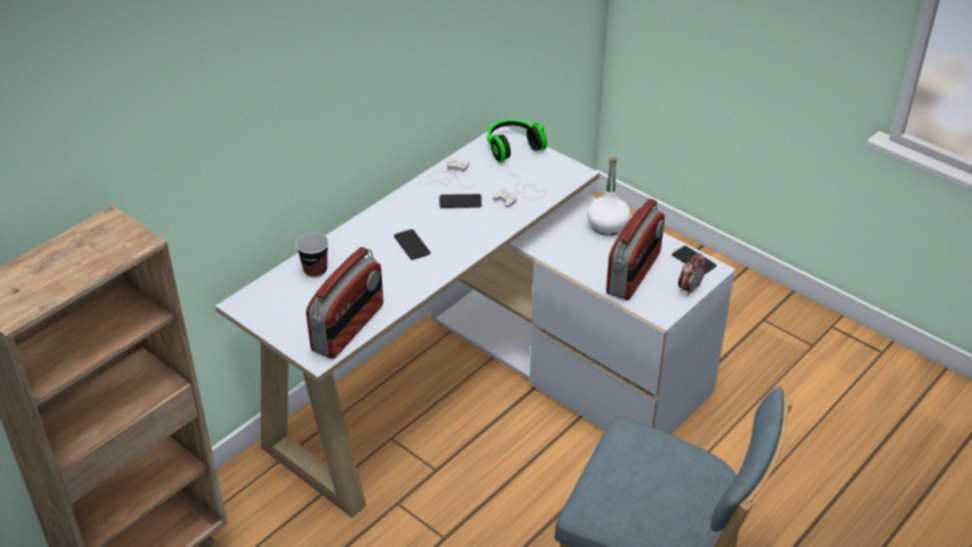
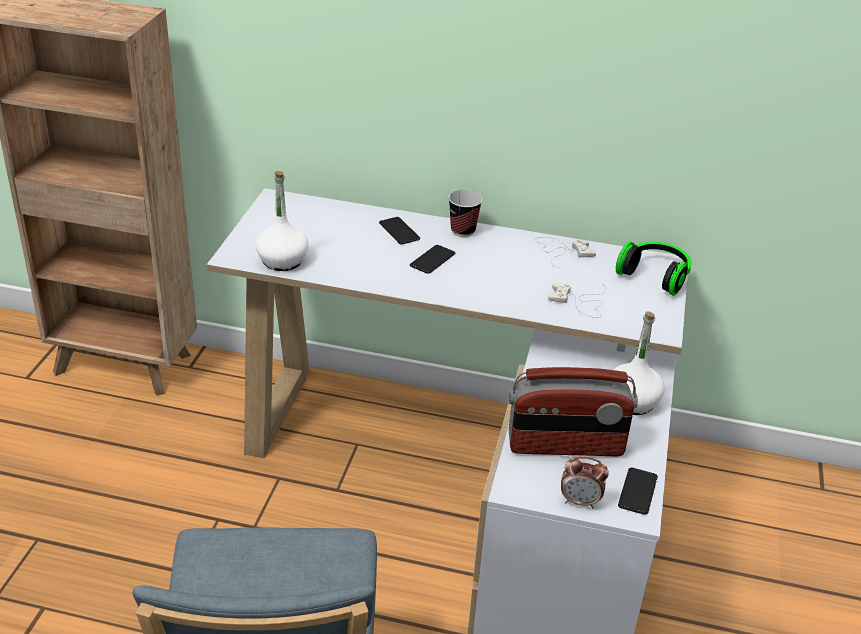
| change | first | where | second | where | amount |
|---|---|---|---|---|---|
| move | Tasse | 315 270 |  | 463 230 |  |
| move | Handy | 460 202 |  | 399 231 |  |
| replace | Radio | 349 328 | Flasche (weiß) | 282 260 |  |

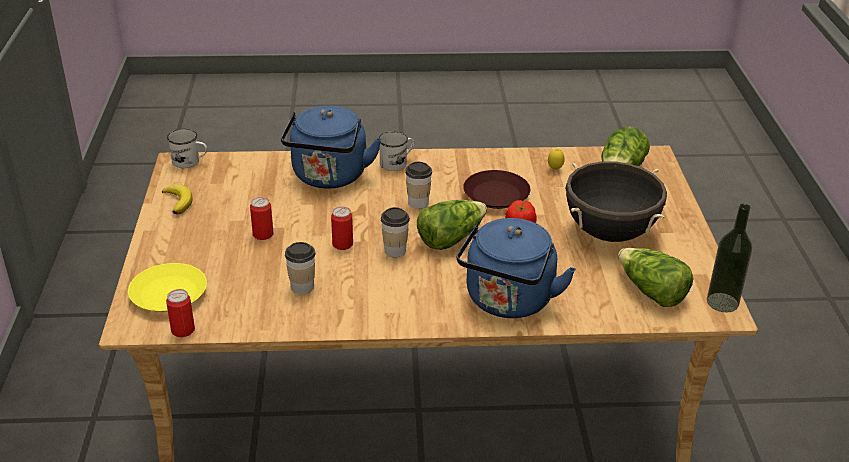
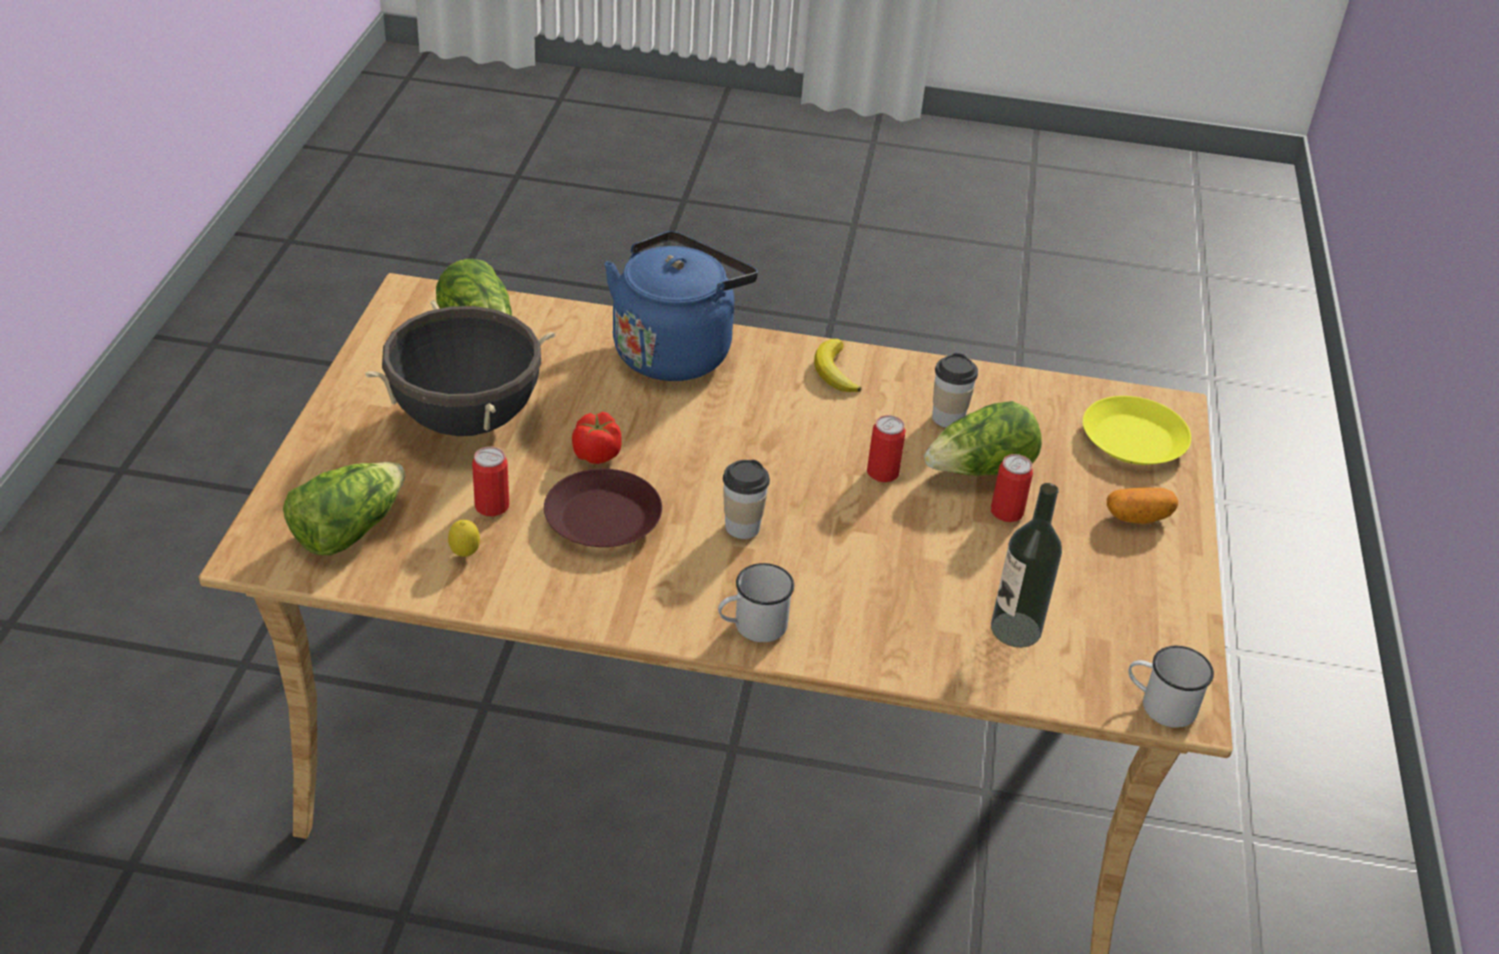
| change | first | where | second | where | amount |
|---|---|---|---|---|---|
| delete | Wasserkessel (blau) | 329 177 |  |  |  |
| delete | Tasse | 395 251 |  |  |  |
| insert |  |  | Kartoffel | 1138 517 |  |
| move | Banane | 179 201 |  | 834 371 |  |
| move | Dose | 183 330 |  | 492 506 |  |
| move | Salatkopf | 450 238 |  | 980 470 |  |
| move | Flasche | 722 302 |  | 1015 629 |  |

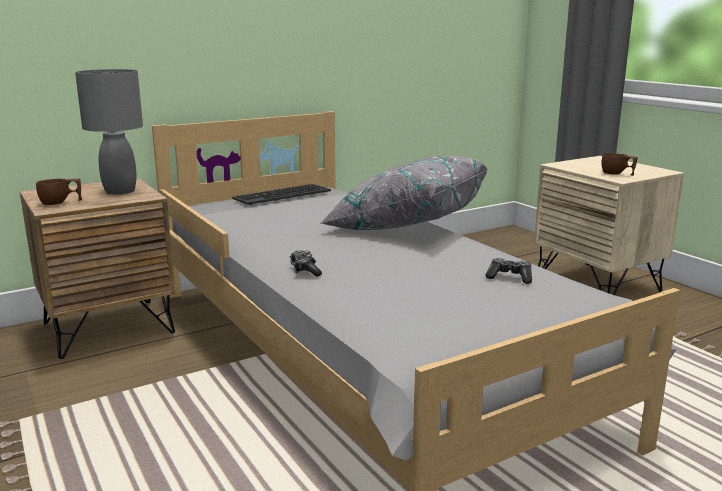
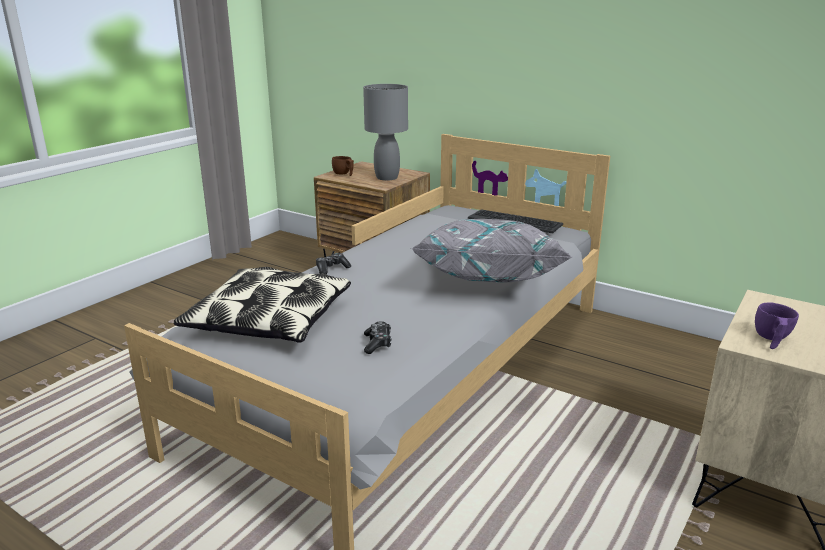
| change | first | where | second | where | amount |
|---|---|---|---|---|---|
| insert |  |  | Kissen | 269 320 |  |
| recolor | Tasse (braun) | 617 174 | Tasse (lila) | 771 340 |  |

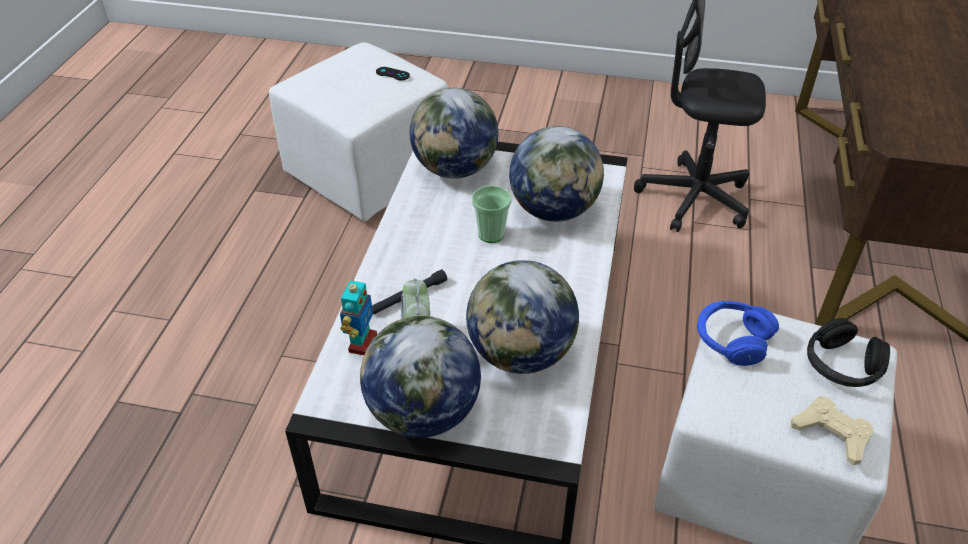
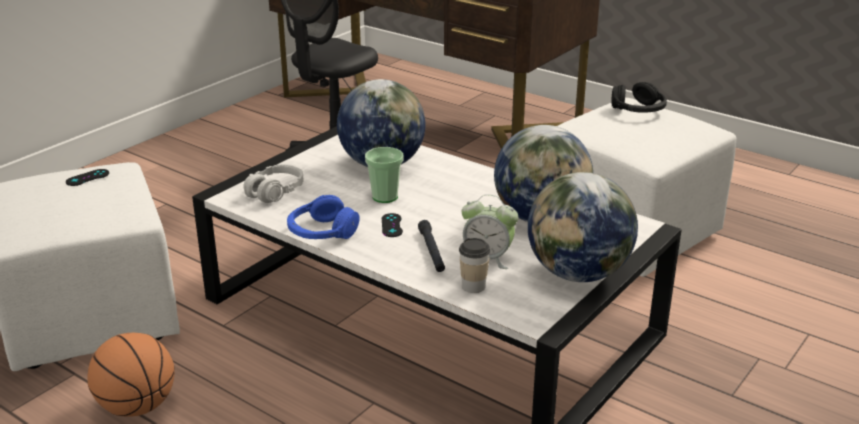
| change | first | where | second | where | amount |
|---|---|---|---|---|---|
| delete | Gamepad (beige) | 832 433 |  |  |  |
| insert |  |  | Basketball | 137 407 |  |
| insert |  |  | Gamepad (schwarz) | 392 225 |  |
| move | Kopfhörer (blau) | 732 339 |  | 321 232 |  |
| replace | Spielzeugroboter | 362 343 | Tasse | 473 286 |  |
| replace | Globus | 455 169 | Kopfhörer (grau) | 275 192 |  |

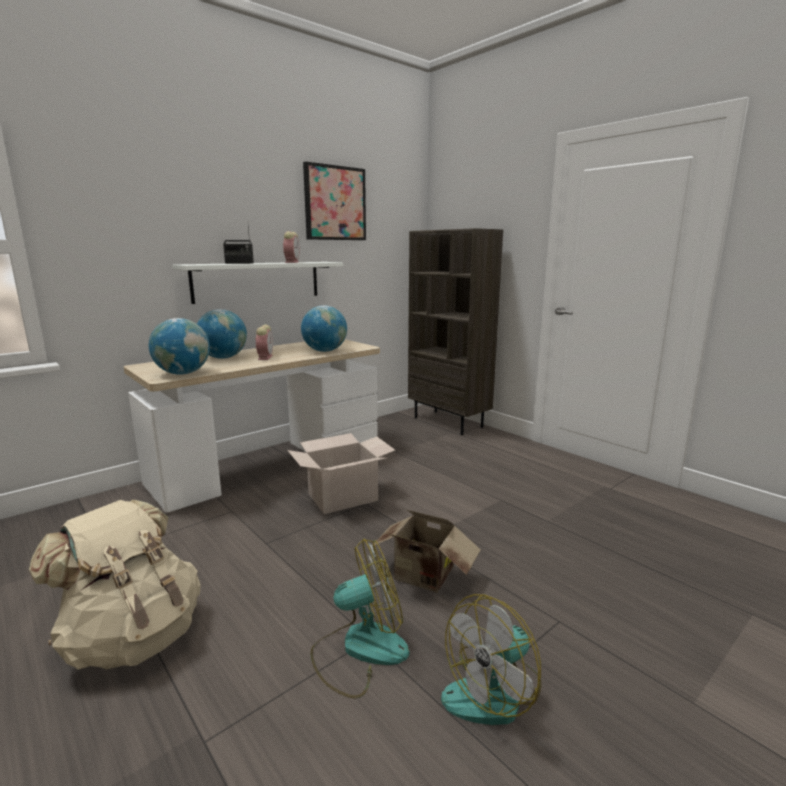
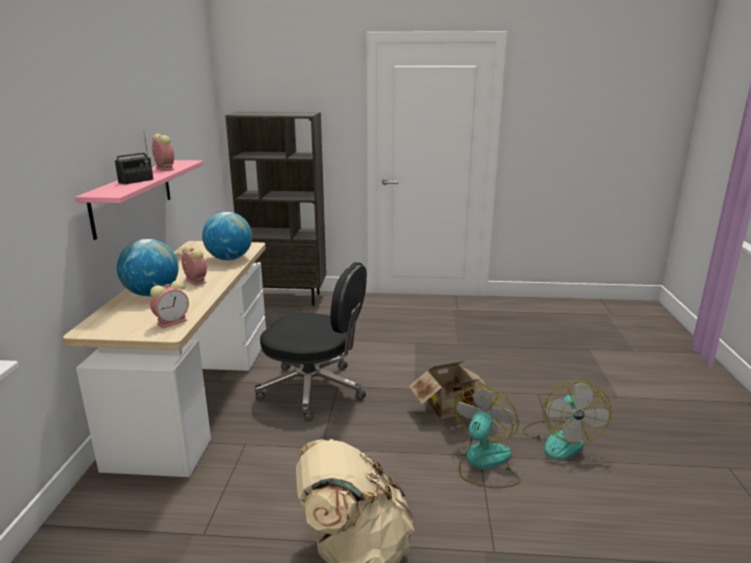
| change | first | where | second | where | amount |
|---|---|---|---|---|---|
| delete | Bild | 335 203 |  |  |  |
| replace | Globus | 183 373 | Wecker | 173 321 |  |
| replace | Karton | 343 498 | Bürostuhl (schwarz) | 314 390 |  |
| recolor | Wandregal (weiß) | 258 281 | Wandregal (rosa) | 133 196 |  |

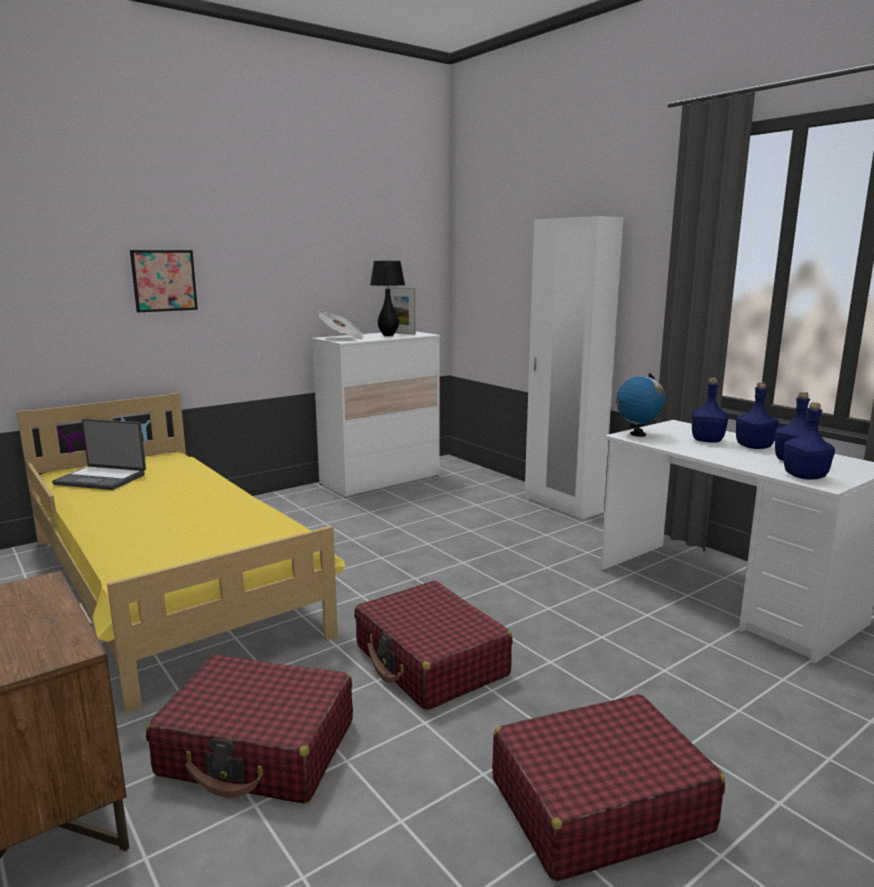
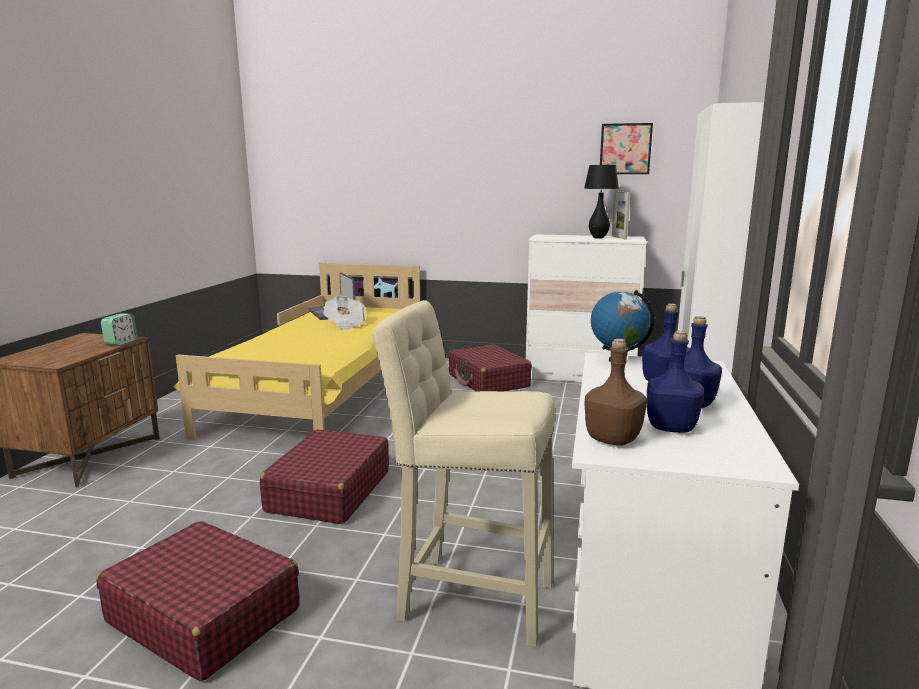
| change | first | where | second | where | amount |
|---|---|---|---|---|---|
| insert |  |  | Wecker | 121 342 |  |
| insert |  |  | Hocker (beige) | 469 597 |  |
| move | Bild | 164 280 |  | 625 149 |  |
| move | Koffer (rot) | 258 748 |  | 488 381 |  |
| move | Zeitung | 342 338 |  | 345 324 |  |
| recolor | Flasche (blau) | 804 476 | Flasche (braun) | 613 439 |  |

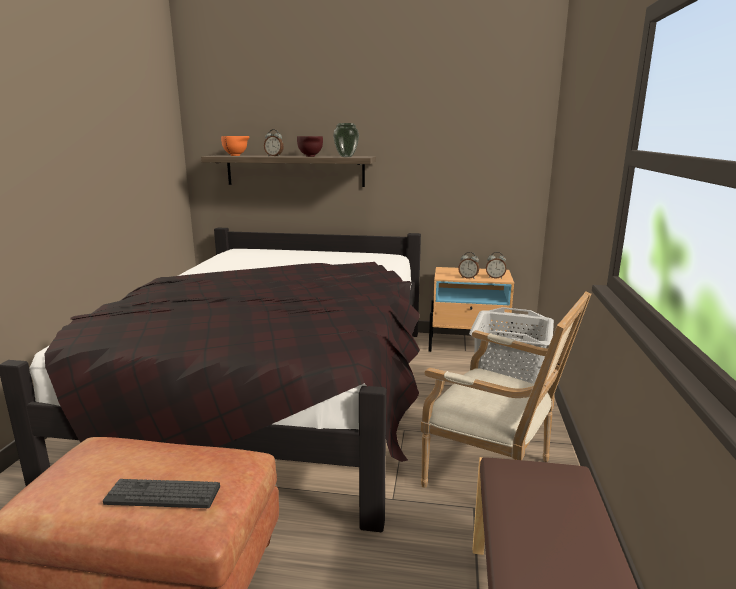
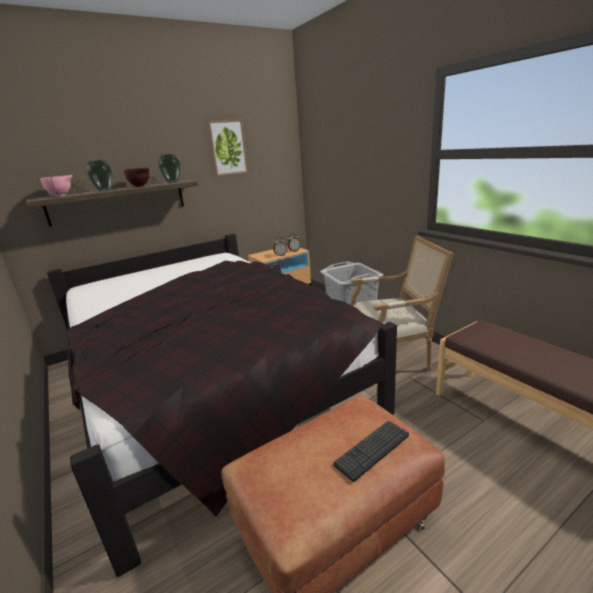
| change | first | where | second | where | amount |
|---|---|---|---|---|---|
| insert |  |  | Bild | 228 148 |  |
| replace | Wecker | 274 156 | Vase | 105 190 |  |
| recolor | Schüssel (orange) | 236 155 | Schüssel (rosa) | 62 196 |  |

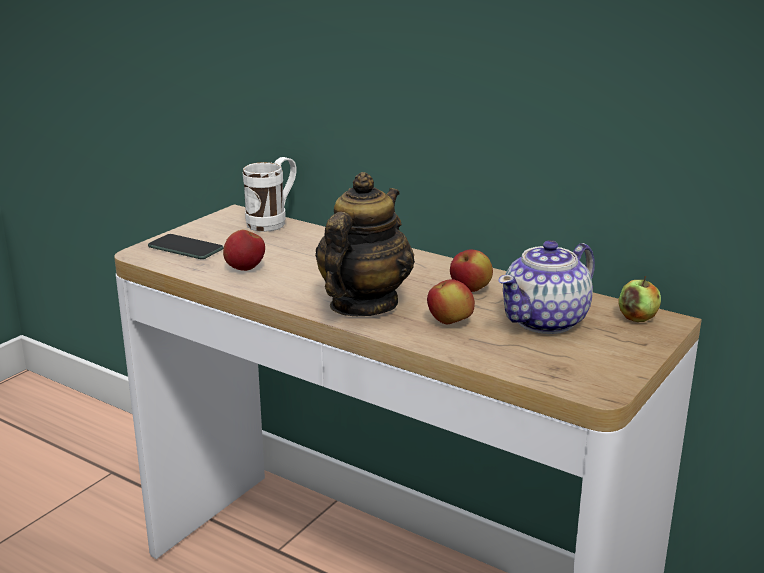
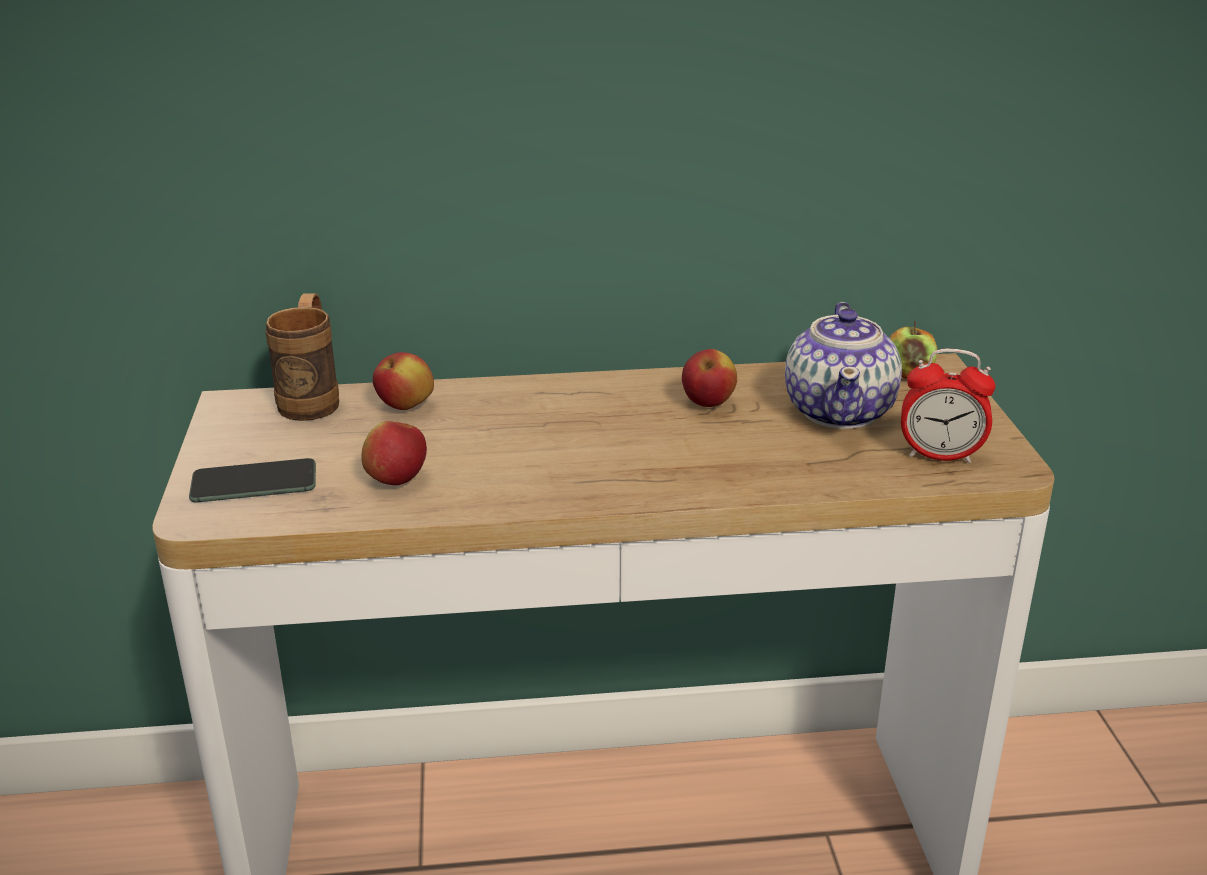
| change | first | where | second | where | amount |
|---|---|---|---|---|---|
| delete | Teekanne | 363 305 |  |  |  |
| insert |  |  | Wecker | 940 456 |  |
| move | Apfel | 450 322 |  | 405 407 |  |
| recolor | Henkelbecher (weiß) | 273 222 | Henkelbecher (braun) | 313 399 |  |

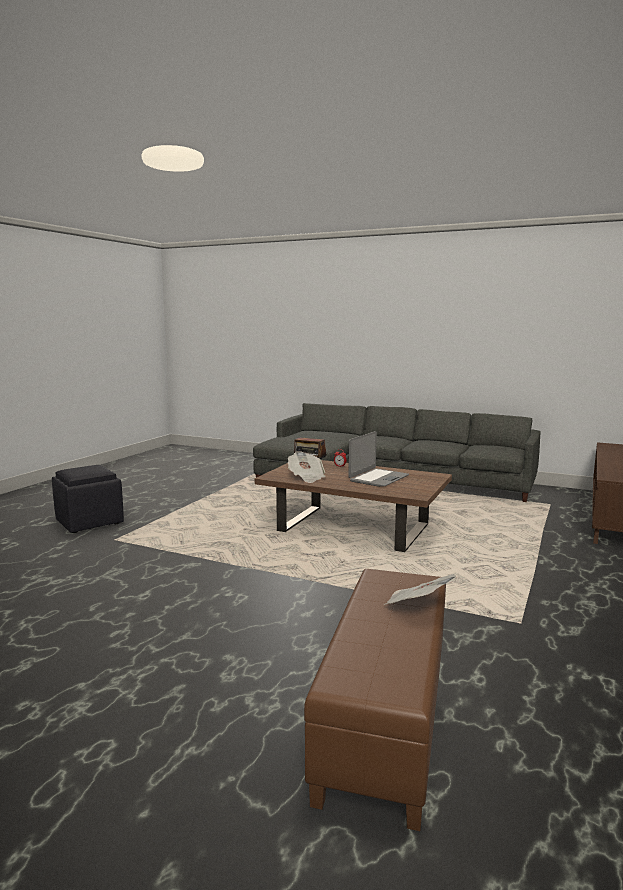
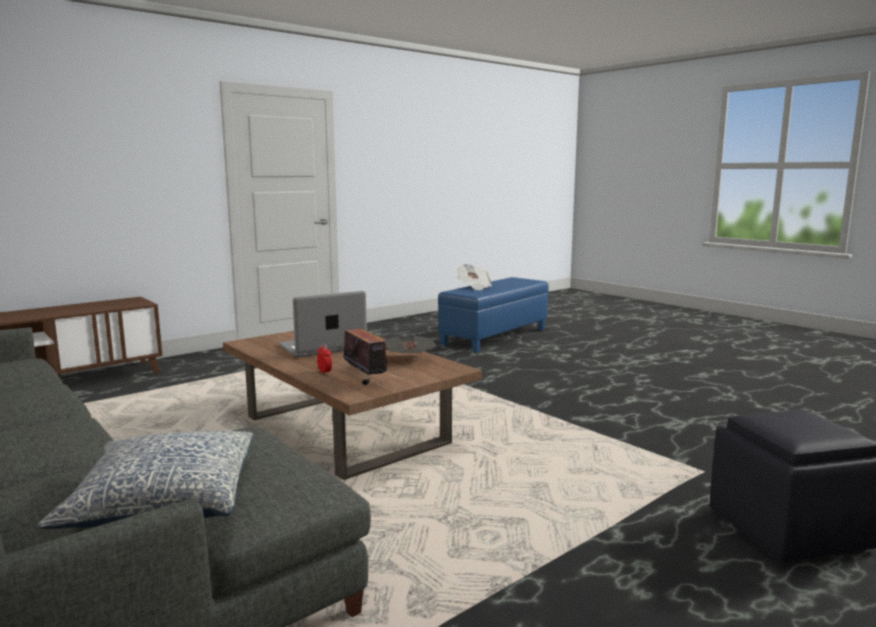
| change | first | where | second | where | amount |
|---|---|---|---|---|---|
| insert |  |  | Kissen | 165 501 |  |
| recolor | Polsterhocker (braun) | 384 720 | Polsterhocker (blau) | 495 337 |  |

